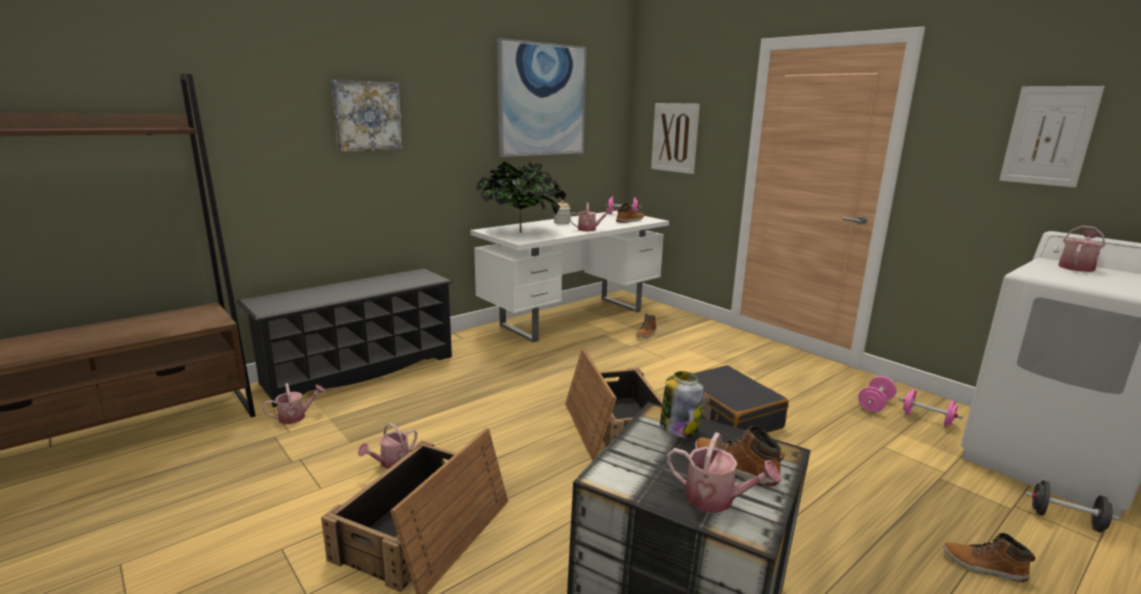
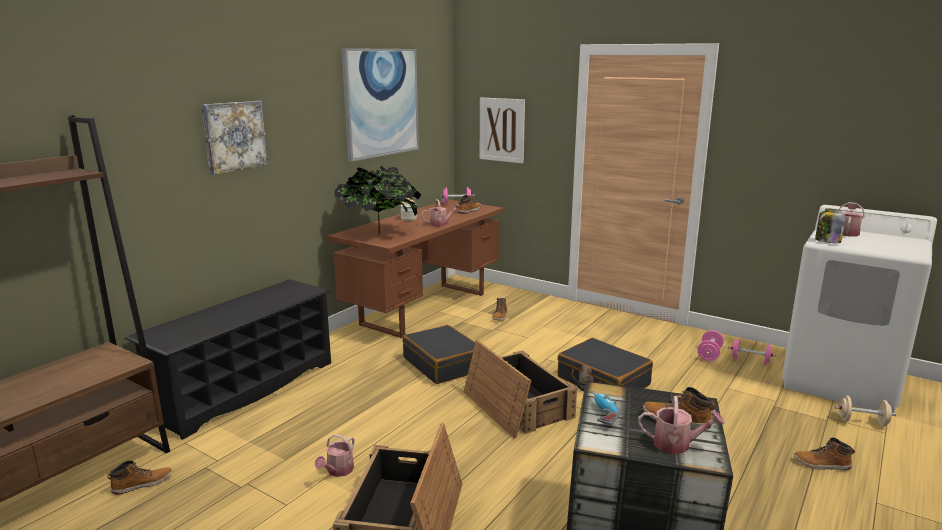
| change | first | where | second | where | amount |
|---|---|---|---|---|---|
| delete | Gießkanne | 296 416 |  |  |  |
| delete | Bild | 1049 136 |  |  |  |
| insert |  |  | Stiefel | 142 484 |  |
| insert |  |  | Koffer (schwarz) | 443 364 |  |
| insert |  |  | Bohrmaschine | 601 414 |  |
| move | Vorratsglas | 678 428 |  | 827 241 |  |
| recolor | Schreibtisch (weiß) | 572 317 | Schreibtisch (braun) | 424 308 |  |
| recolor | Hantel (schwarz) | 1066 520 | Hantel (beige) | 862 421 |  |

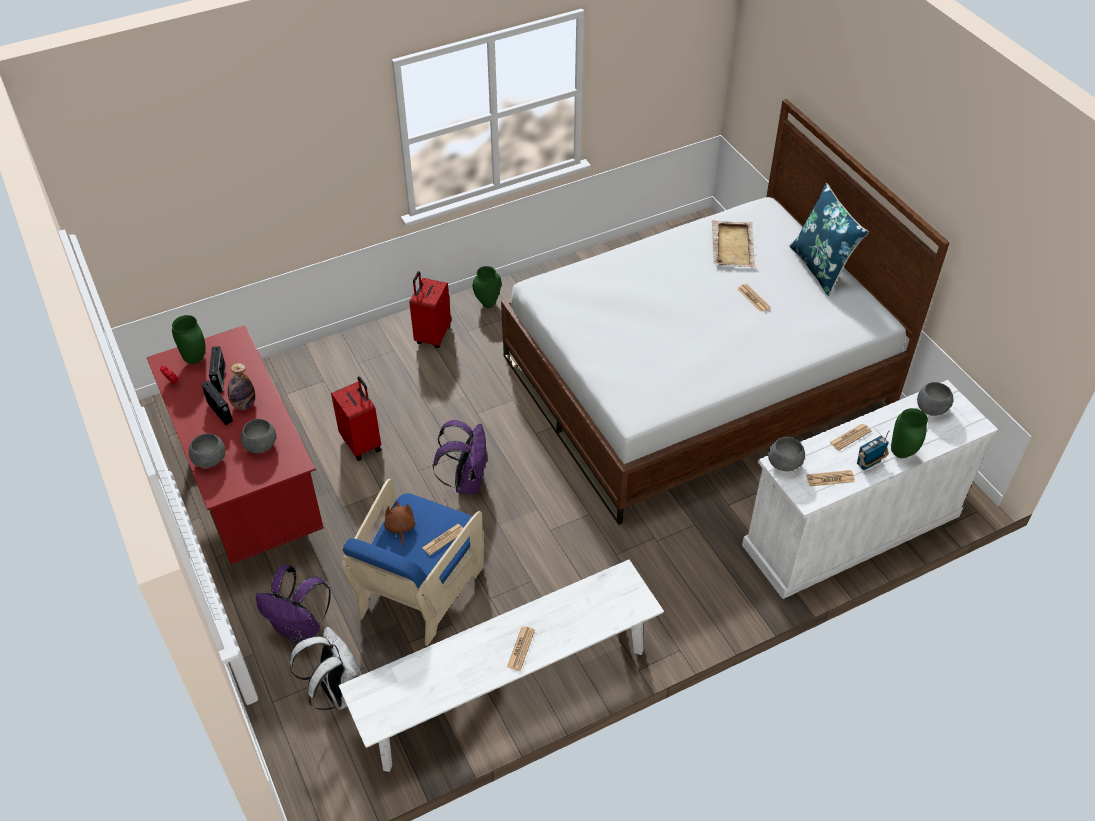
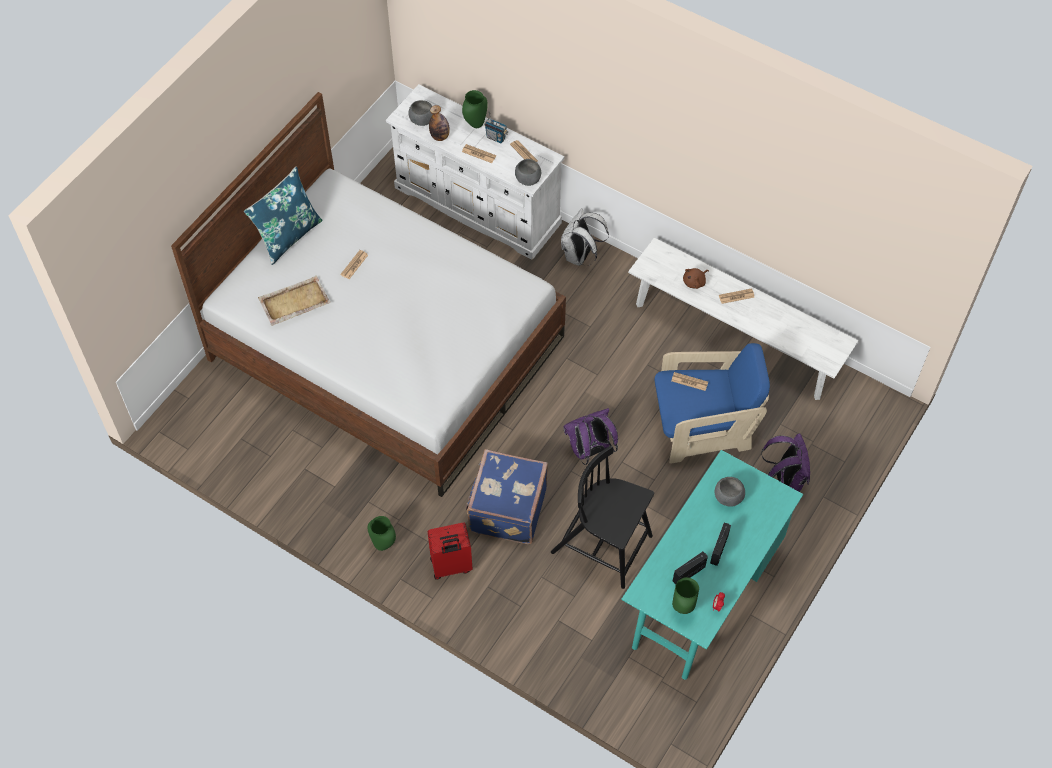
| change | first | where | second | where | amount |
|---|---|---|---|---|---|
| delete | Schüssel (grau) | 210 461 |  |  |  |
| insert |  |  | Koffer (blau) | 506 509 |  |
| move | Flasche | 244 404 |  | 440 136 |  |
| move | Rucksack (weiß) | 337 691 |  | 580 256 |  |
| move | Plüschtier (braun) | 400 528 |  | 695 282 |  |
| replace | Koffer (rot) | 362 443 | Stuhl (schwarz) | 603 545 |  |
| recolor | Schreibtisch (rot) | 251 491 | Schreibtisch (türkis) | 703 594 |  |

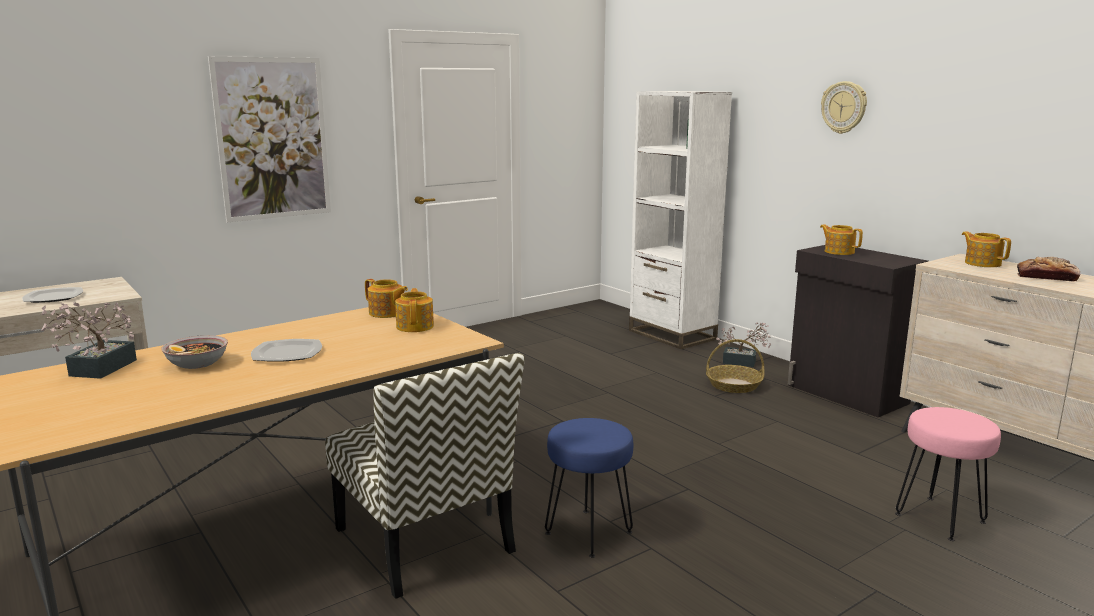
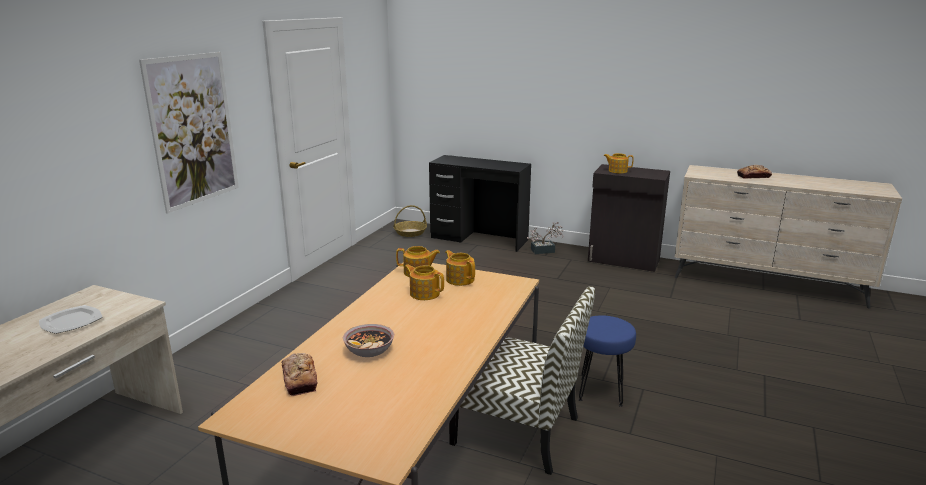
| change | first | where | second | where | amount |
|---|---|---|---|---|---|
| delete | Teller | 288 353 |  |  |  |
| delete | Wanduhr | 844 107 |  |  |  |
| delete | Hocker (rosa) | 939 518 |  |  |  |
| move | Korb | 734 385 |  | 410 232 |  |
| move | Teekanne | 982 263 |  | 424 293 |  |
| replace | Topfpflanze | 97 370 | Brot | 299 379 |  |
| replace | Bücherregal (weiß) | 672 335 | Schreibtisch (schwarz) | 479 239 |  |

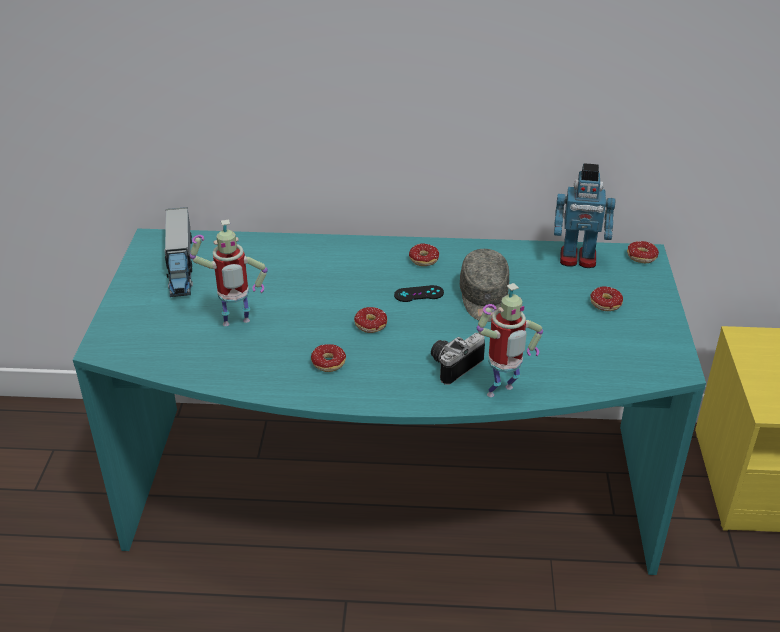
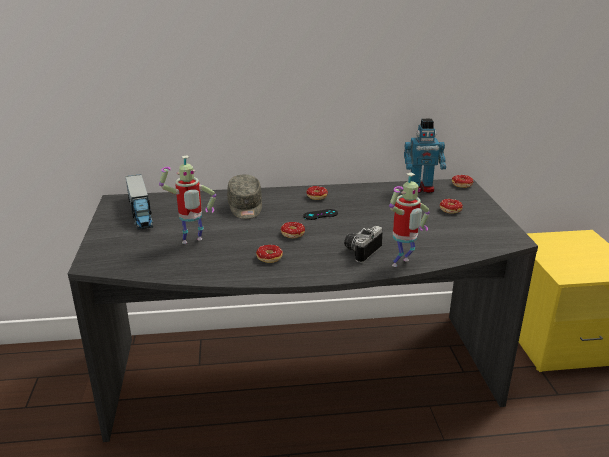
| change | first | where | second | where | amount |
|---|---|---|---|---|---|
| move | Kappe (grau) | 484 298 |  | 245 207 |  |
| recolor | Schreibtisch (türkis) | 390 496 | Schreibtisch (grau) | 303 378 |  |

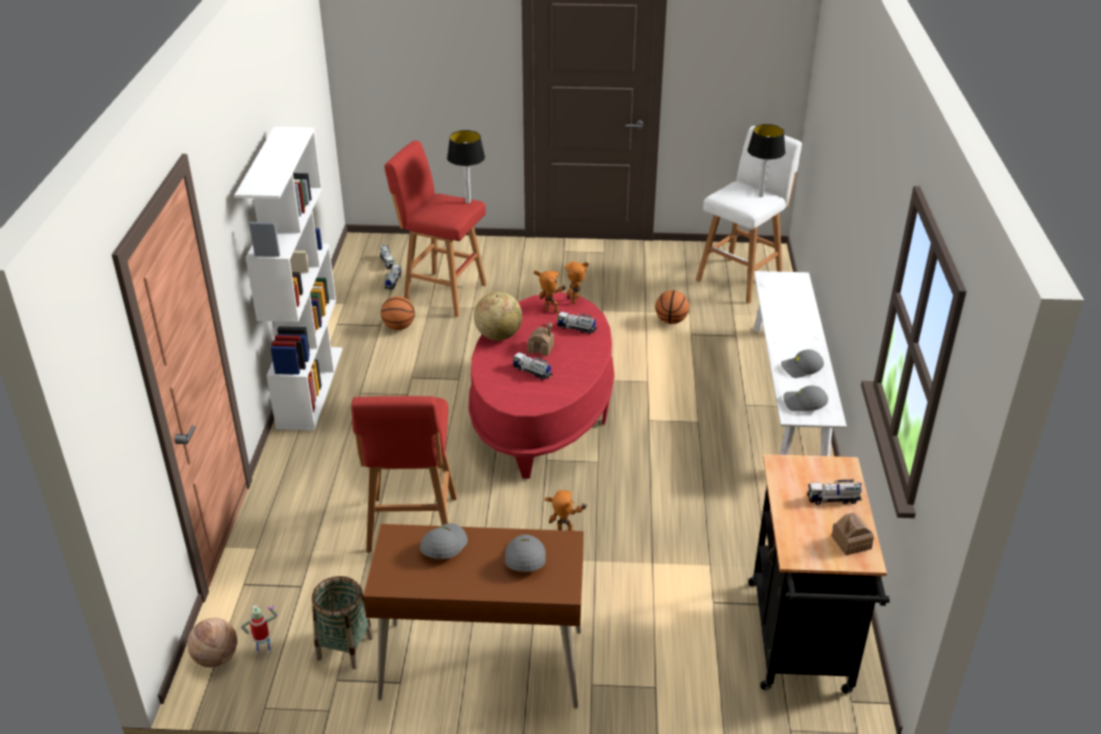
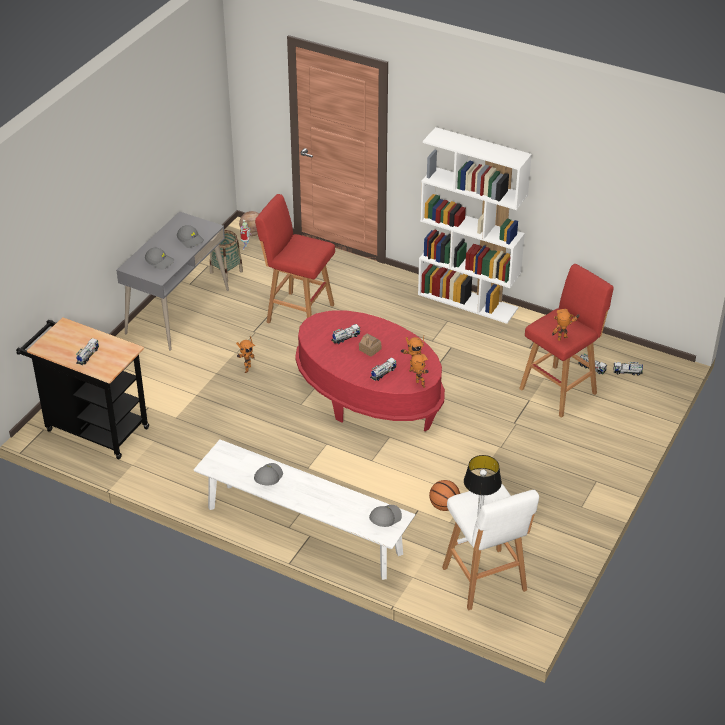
| change | first | where | second | where | amount |
|---|---|---|---|---|---|
| delete | Basketball | 399 327 |  |  |  |
| delete | Globus | 498 335 |  |  |  |
| delete | Spielzeughaus | 851 542 |  |  |  |
| move | Kappe (grau) | 804 404 |  | 385 518 |  |
| replace | Tischlampe | 468 202 | Spielzeugroboter | 563 340 |  |
| recolor | Schreibtisch (braun) | 482 666 | Schreibtisch (grau) | 177 311 |  |

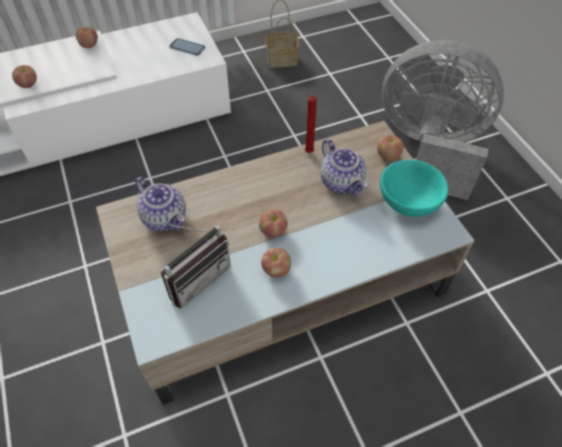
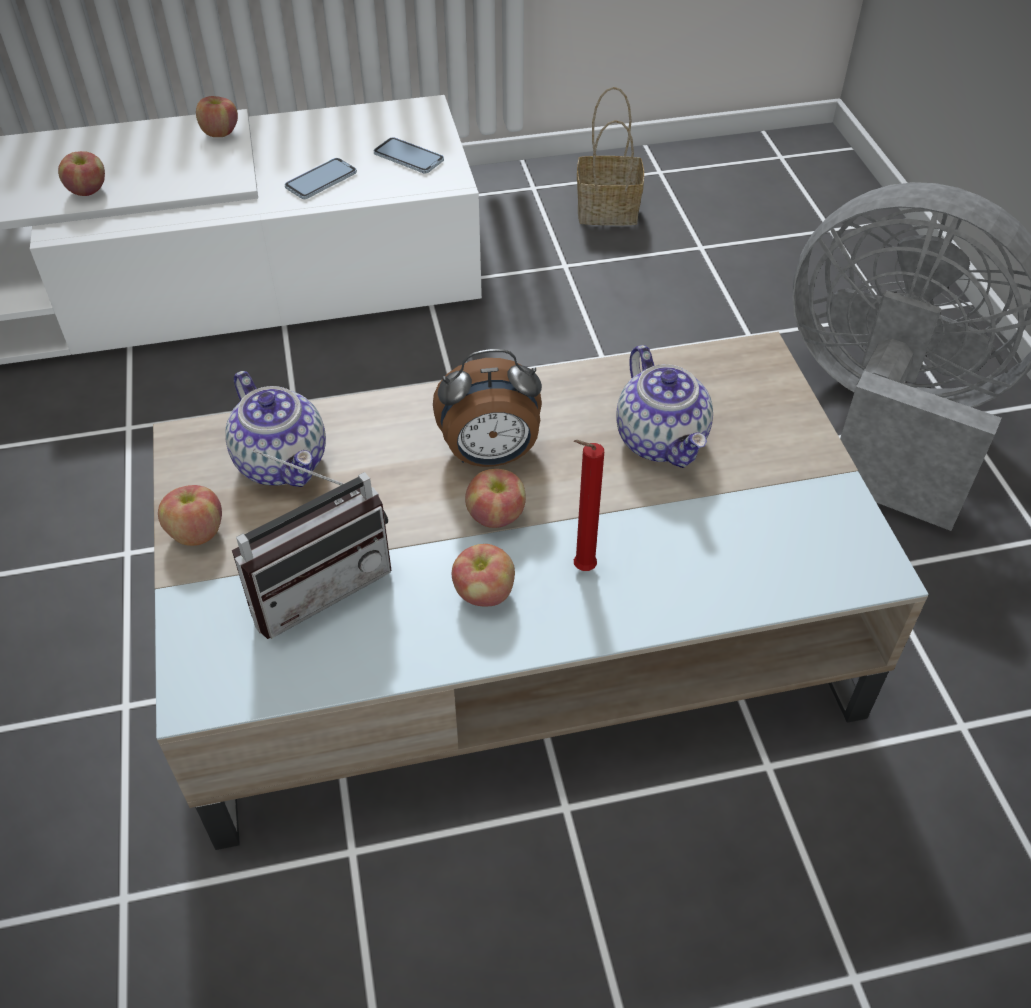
| change | first | where | second | where | amount |
|---|---|---|---|---|---|
| delete | Schüssel (türkis) | 409 202 |  |  |  |
| insert |  |  | Handy | 321 180 |  |
| insert |  |  | Wecker | 490 456 |  |
| move | Kerze (rot) | 307 153 |  | 580 569 |  |
| move | Apfel | 388 156 |  | 196 532 |  |

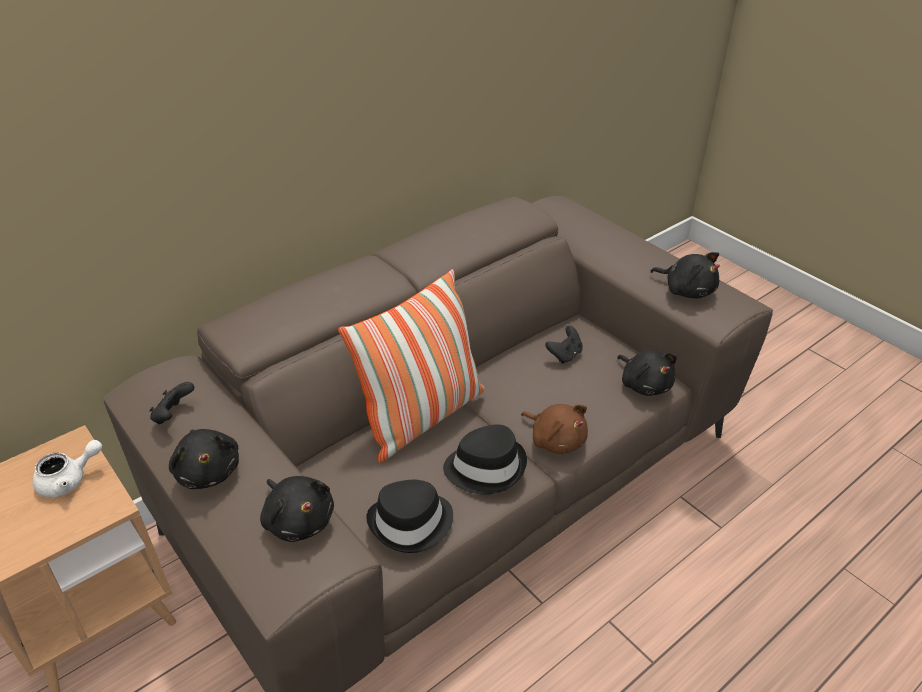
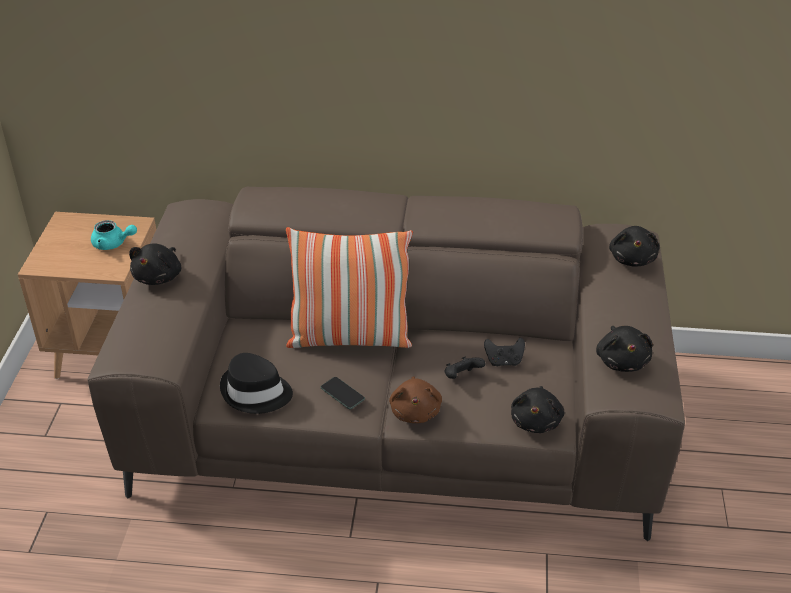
| change | first | where | second | where | amount |
|---|---|---|---|---|---|
| move | Gamepad (schwarz) | 173 415 |  | 462 377 |  |
| move | Plüschtier (schwarz) | 298 519 |  | 632 258 |  |
| replace | Hut (schwarz) | 485 467 | Handy | 342 393 |  |
| recolor | Teekanne (weiß) | 69 480 | Teekanne (türkis) | 113 244 |  |

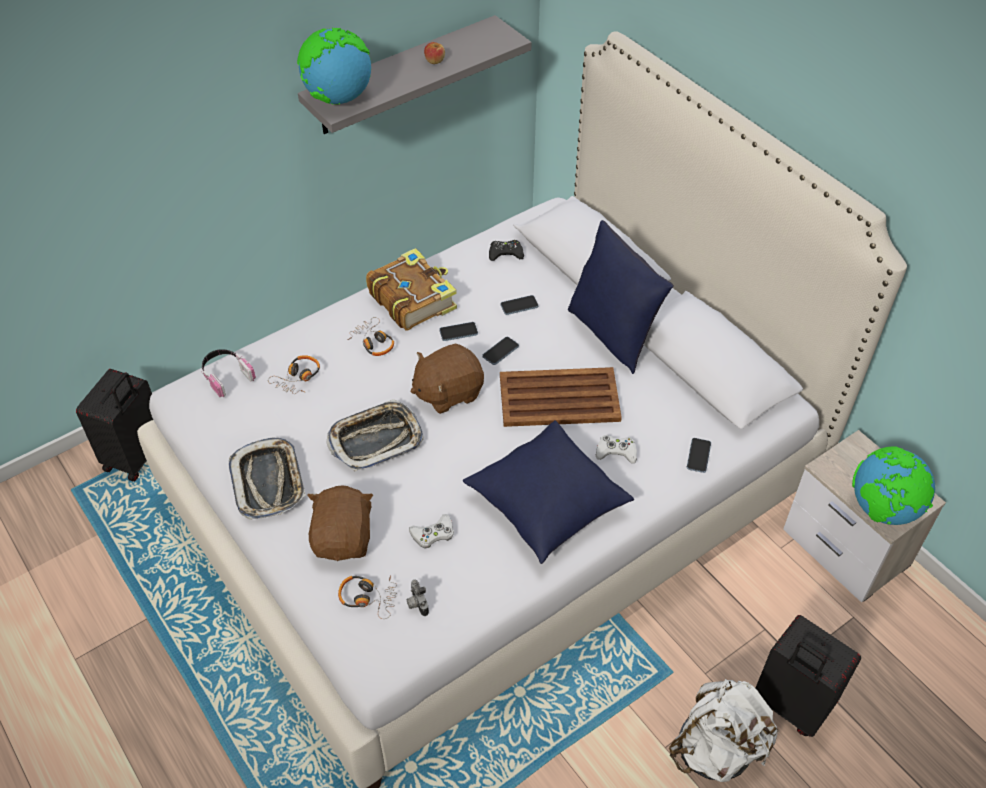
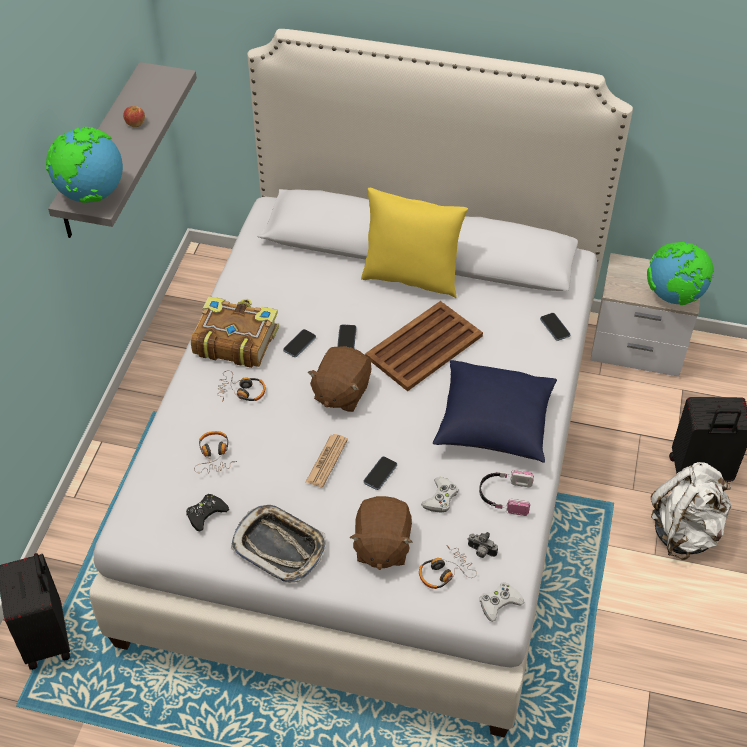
| change | first | where | second | where | amount |
|---|---|---|---|---|---|
| move | Kopfhörer | 226 375 |  | 504 496 |  |
| move | Gamepad (schwarz) | 505 253 |  | 206 514 |  |
| move | Handy | 519 306 |  | 380 474 |  |
| move | Gamepad (weiß) | 616 452 |  | 499 603 |  |
| replace | Tablett | 376 439 | Zeitung | 326 461 |  |
| recolor | Kissen (blau) | 612 334 | Kissen (gelb) | 411 278 |  |
| rotate | Plüschtier (braun) | 344 538 |  | 381 546 | 135 degrees counterclockwise |

